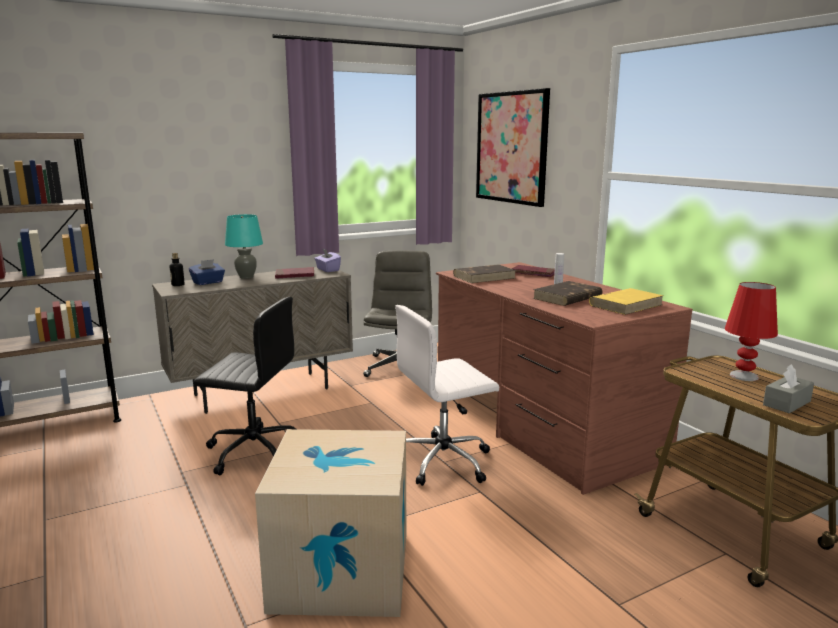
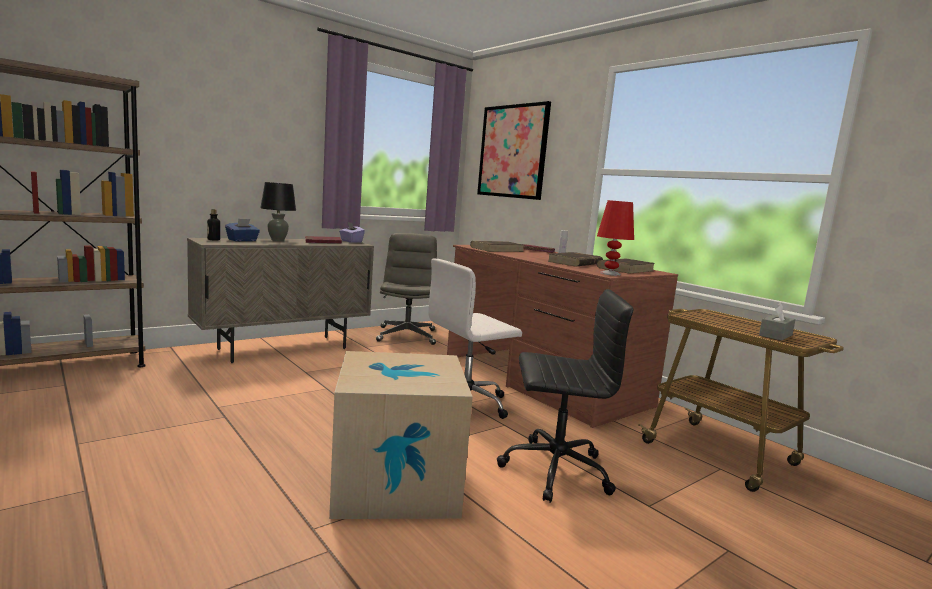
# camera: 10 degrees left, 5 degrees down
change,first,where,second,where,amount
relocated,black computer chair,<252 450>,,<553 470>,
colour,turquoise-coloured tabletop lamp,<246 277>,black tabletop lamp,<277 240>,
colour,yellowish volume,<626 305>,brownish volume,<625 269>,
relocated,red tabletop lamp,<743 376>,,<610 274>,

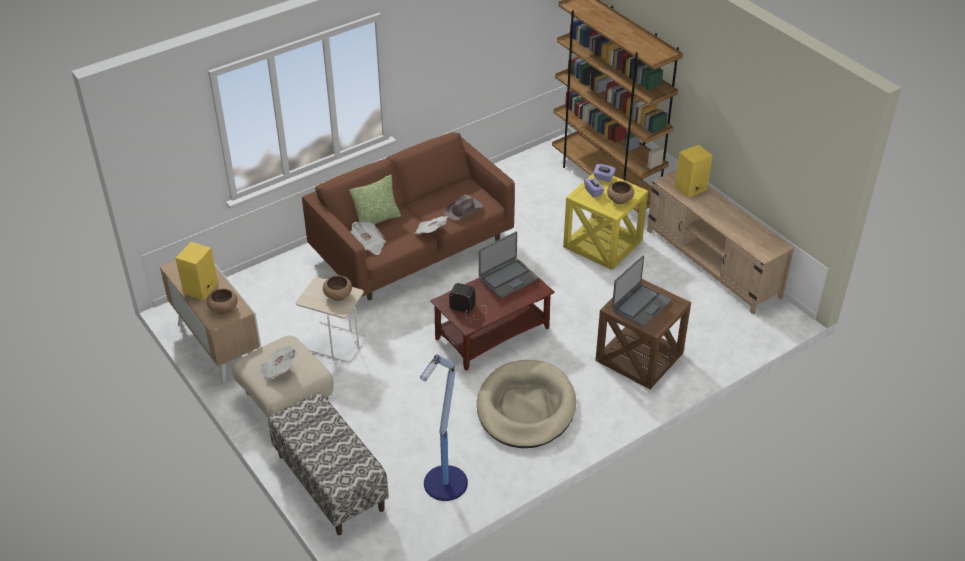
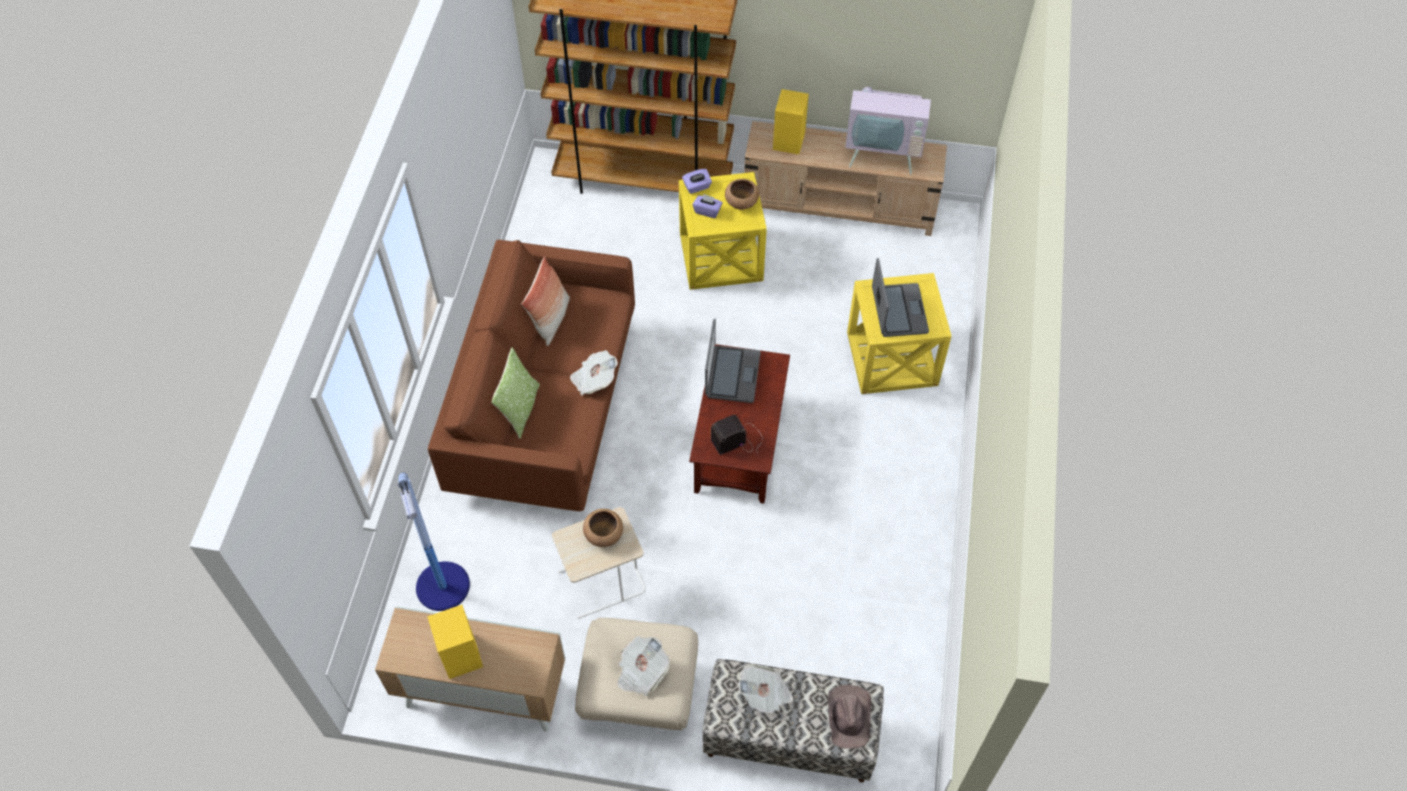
# camera: 45 degrees left, 15 degrees up
change,first,where,second,where,amount
missing,brownish bowl,<223 308>,,,
relocated,printed paper,<368 245>,,<765 694>,
relocated,standard lamp,<445 484>,,<443 588>,
relocated,brownish clothing hat,<464 210>,,<849 716>,
missing,sand-coloured dog bed,<526 408>,,,
colour,brownish accent table,<639 357>,yellowish accent table,<892 358>,
appeared,,,pillow,<551 320>,
appeared,,,TV,<882 156>,

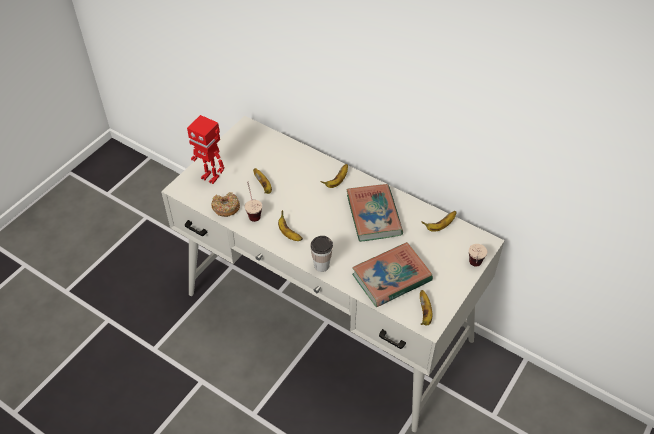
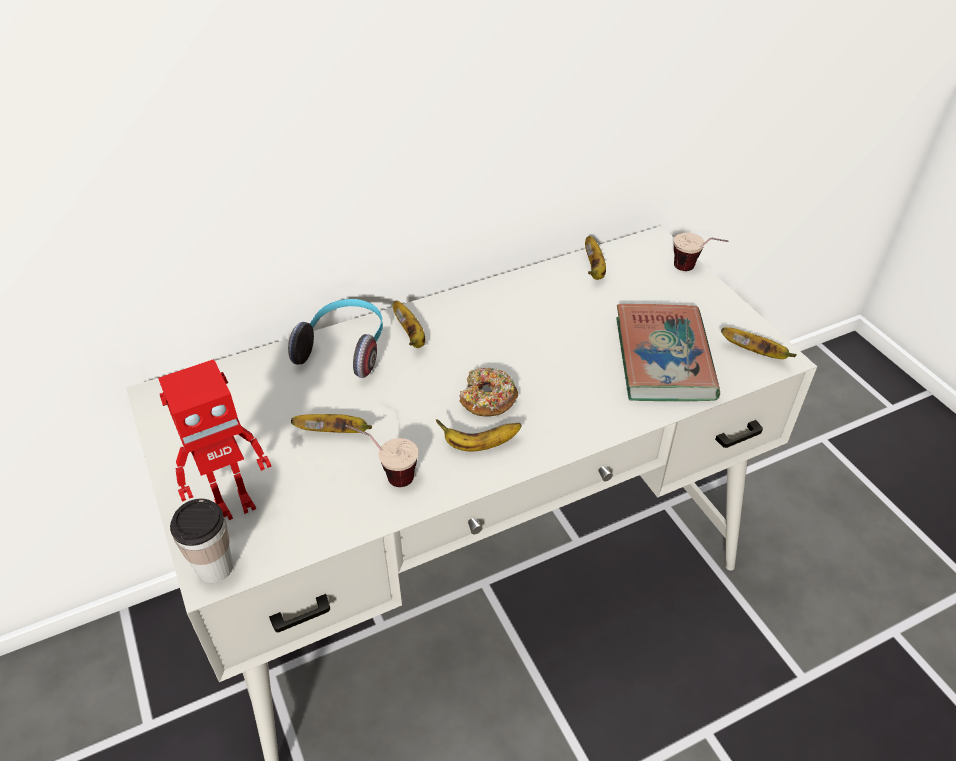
# camera: 60 degrees left, 5 degrees down
change,first,where,second,where,amount
relocated,ring doughnut,<226 208>,,<487 399>,
relocated,drinking cup,<321 265>,,<215 567>,
missing,volume,<373 215>,,,
appeared,,,headset,<345 348>,

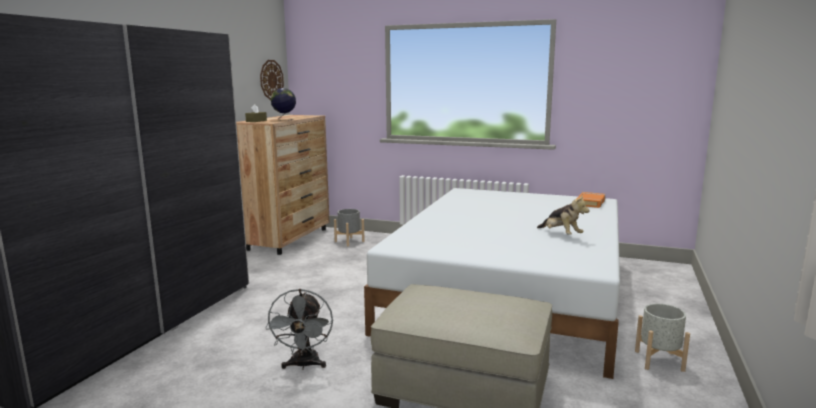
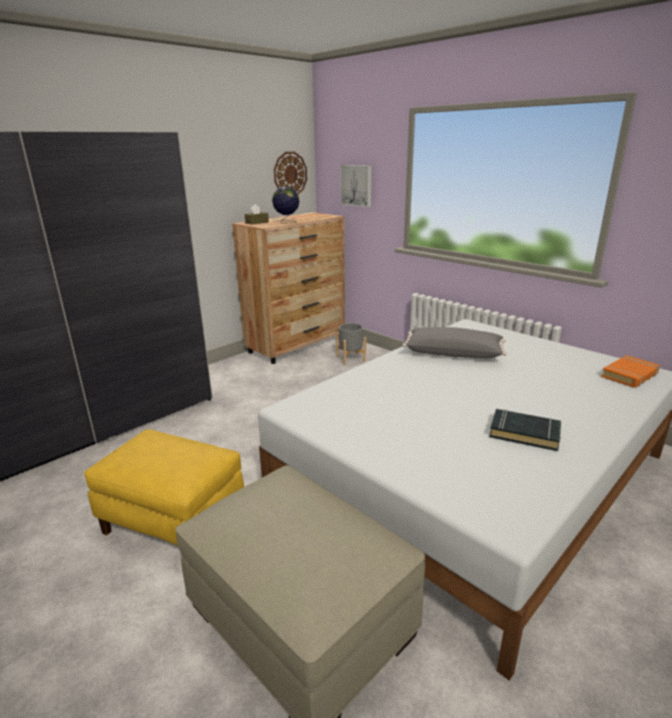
# camera: 25 degrees right, 10 degrees up
change,first,where,second,where,amount
exchanged,grey fan,<304 365>,yellowish footrest,<175 520>,
exchanged,plush toy,<561 234>,black volume,<524 433>,
missing,grey flower pot,<659 360>,,,
appeared,,,wall picture,<356 185>,
appeared,,,grey pillow,<453 353>,

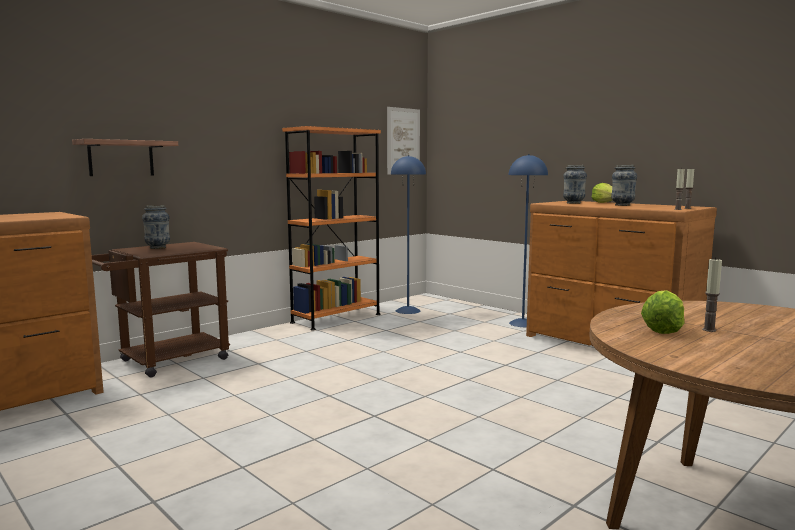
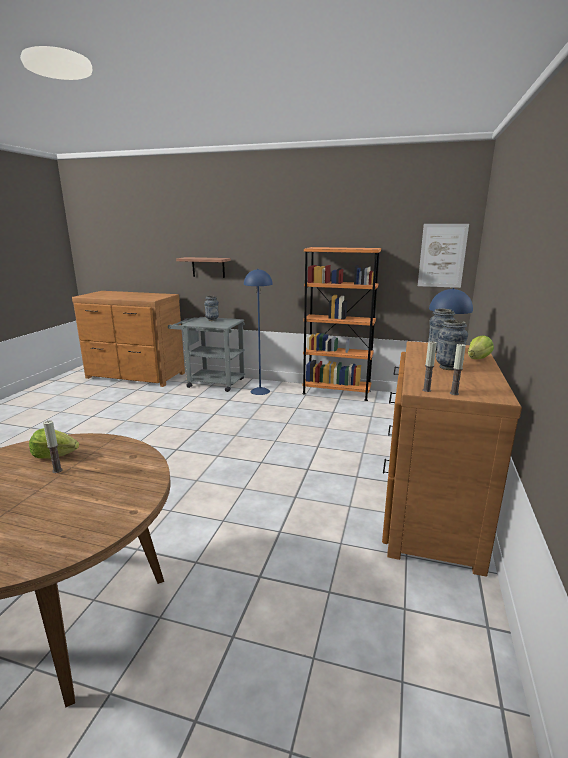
# camera: 60 degrees right, 10 degrees up
change,first,where,second,where,amount
colour,brownish trolley,<165 362>,grey trolley,<211 382>,
relocated,bluish standard lamp,<408 310>,,<260 391>,

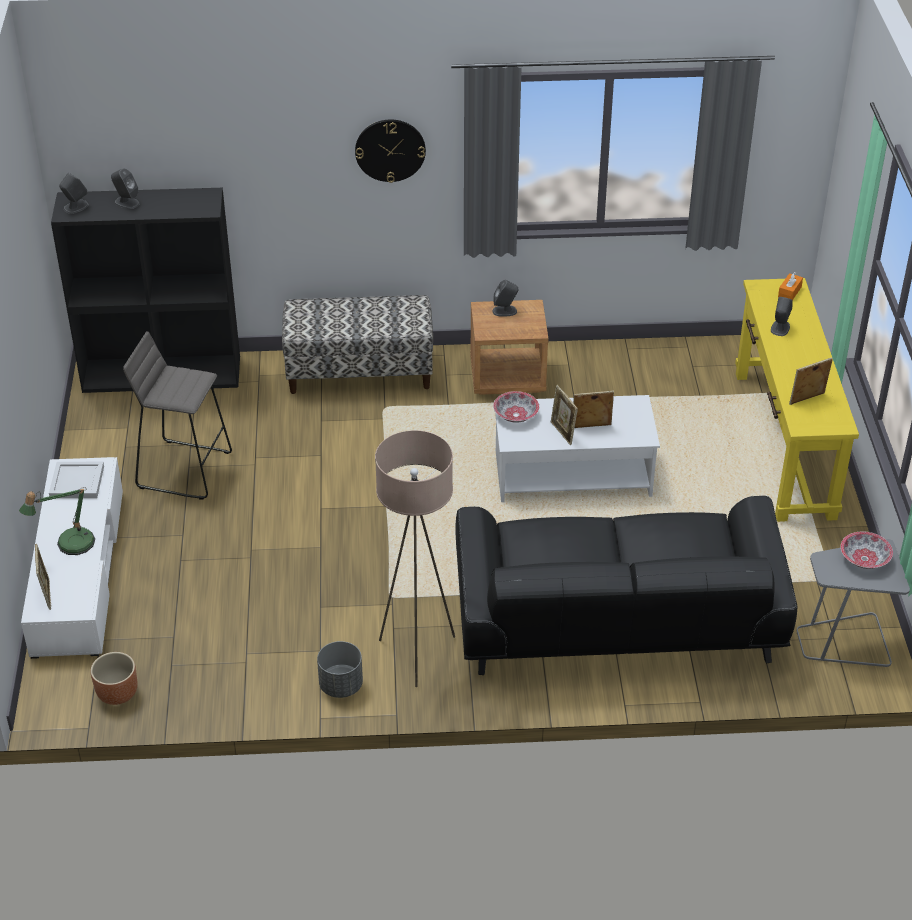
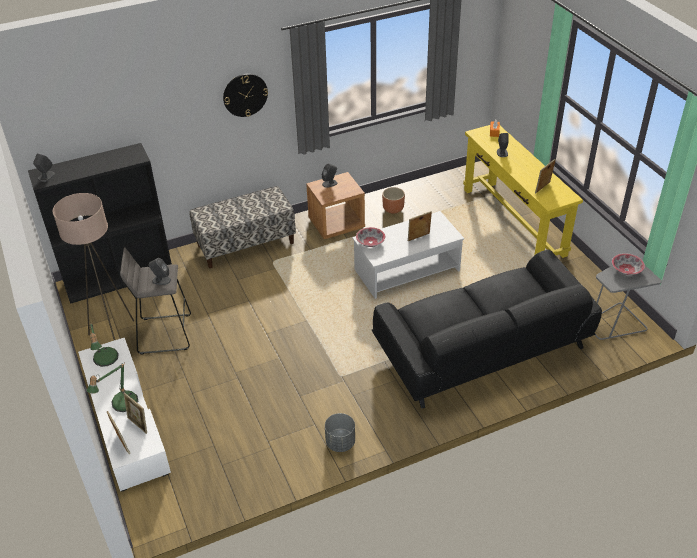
# camera: 20 degrees left, 0 degrees up
change,first,where,second,where,amount
exchanged,white carrying tray,<78 481>,tabletop lamp,<105 361>,
relocated,brownish flower pot,<118 693>,,<393 209>,
relocated,grey audio speaker,<126 202>,,<161 280>,
relocated,sand-coloured standard lamp,<417 654>,,<114 336>,
relocated,standing frame,<562 433>,,<138 424>,

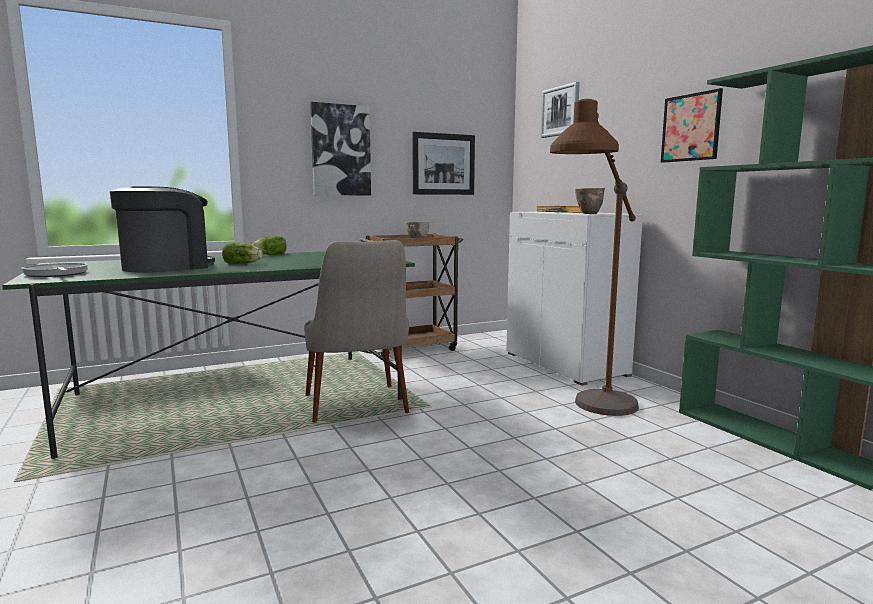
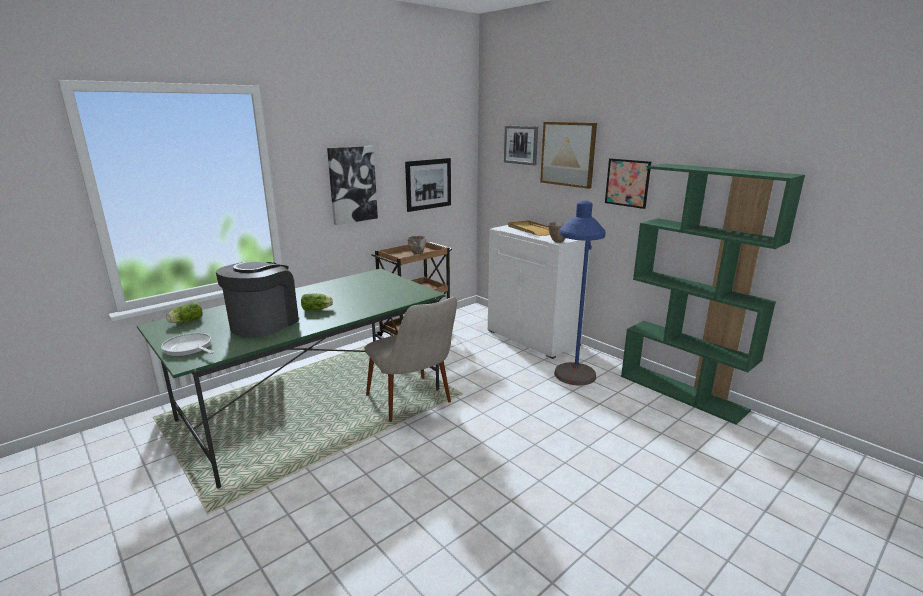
# camera: 15 degrees left, 10 degrees up
change,first,where,second,where,amount
relocated,head of lettuce,<269 254>,,<185 322>,
colour,brownish standard lamp,<592 418>,bluish standard lamp,<571 389>,
appeared,,,wall picture,<568 154>,

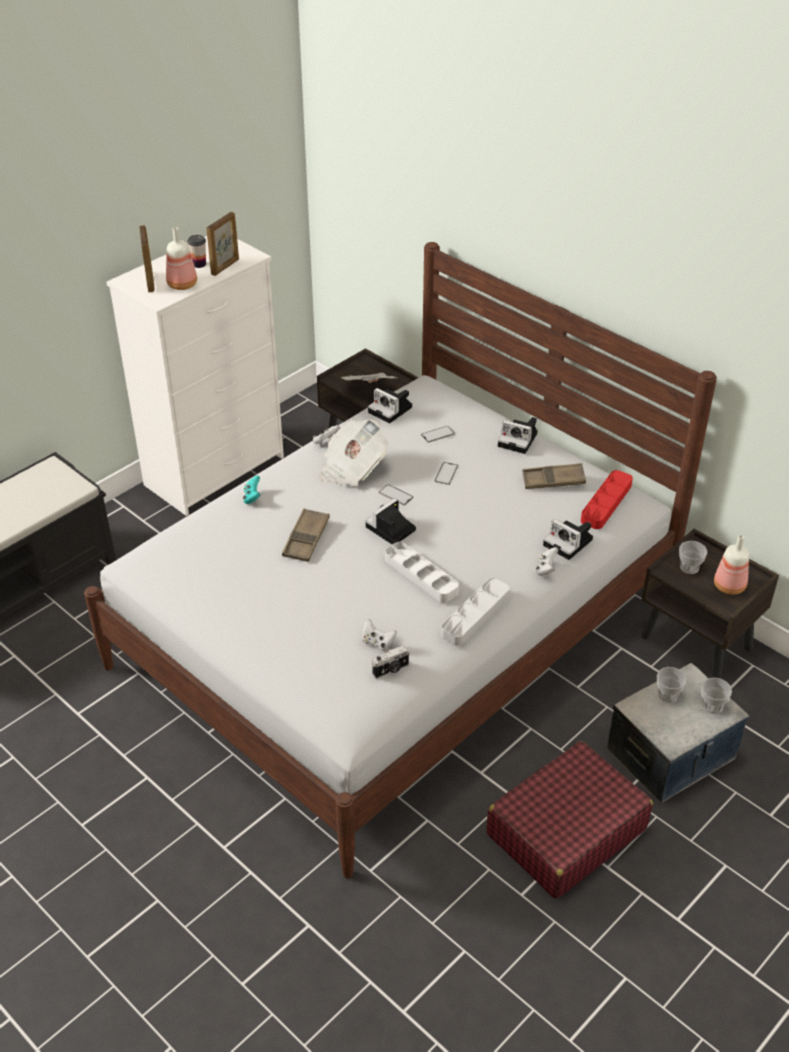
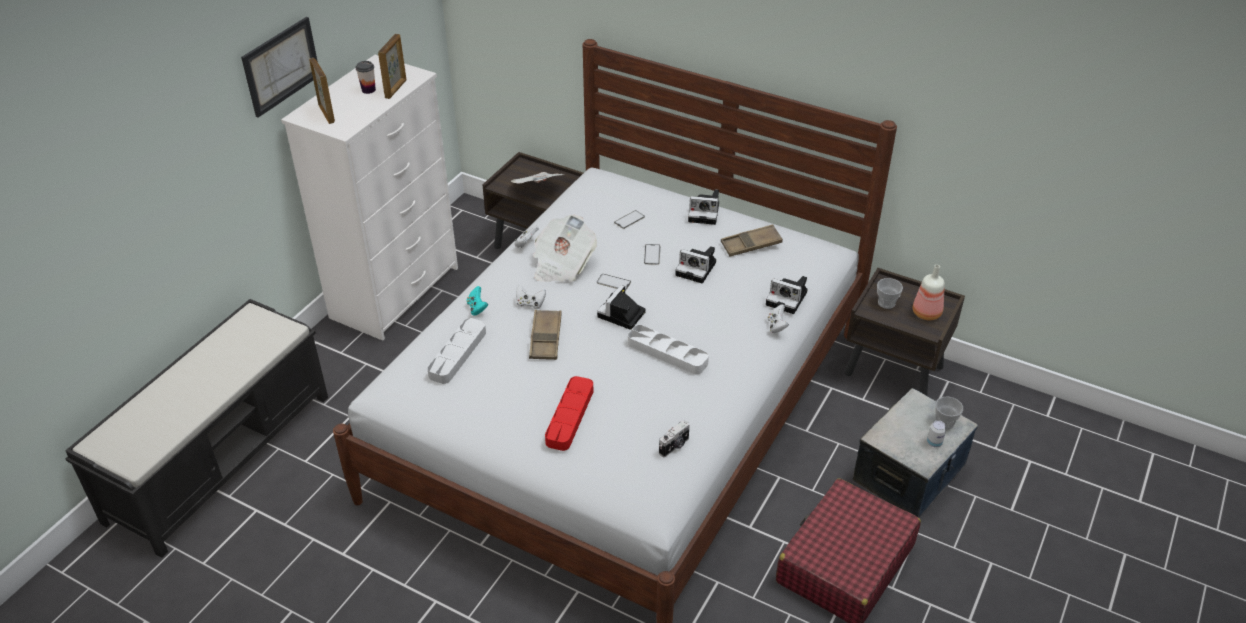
# camera: 15 degrees left, 0 degrees up
change,first,where,second,where,amount
missing,beverage bottle,<181 284>,,,
relocated,white gamepad,<378 642>,,<530 304>,
relocated,photo camera,<392 410>,,<697 269>,
relocated,grey carrying tray,<475 615>,,<457 354>,
relocated,red carrying tray,<606 503>,,<570 416>,
missing,drinking cup,<667 695>,,,
appeared,,,wall picture,<281 66>,
appeared,,,sealed can,<934 443>,

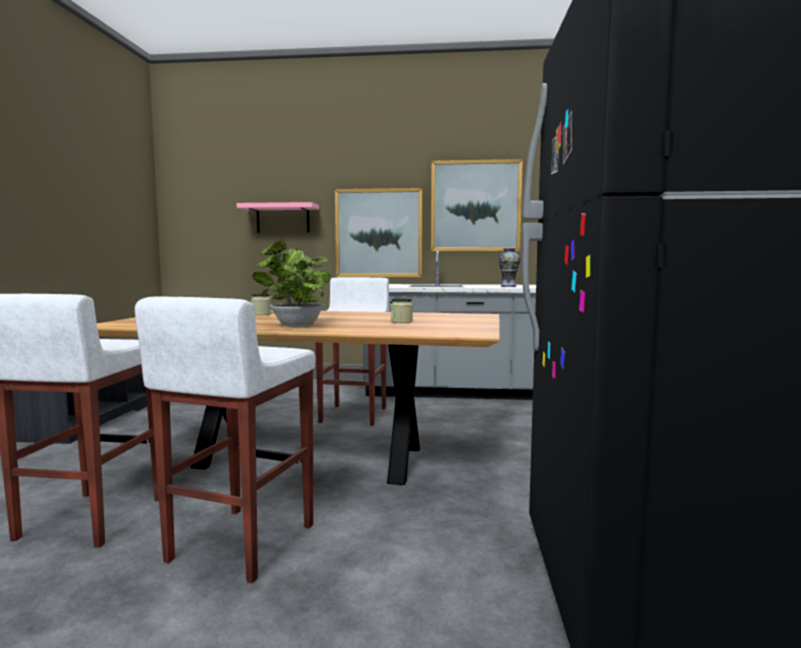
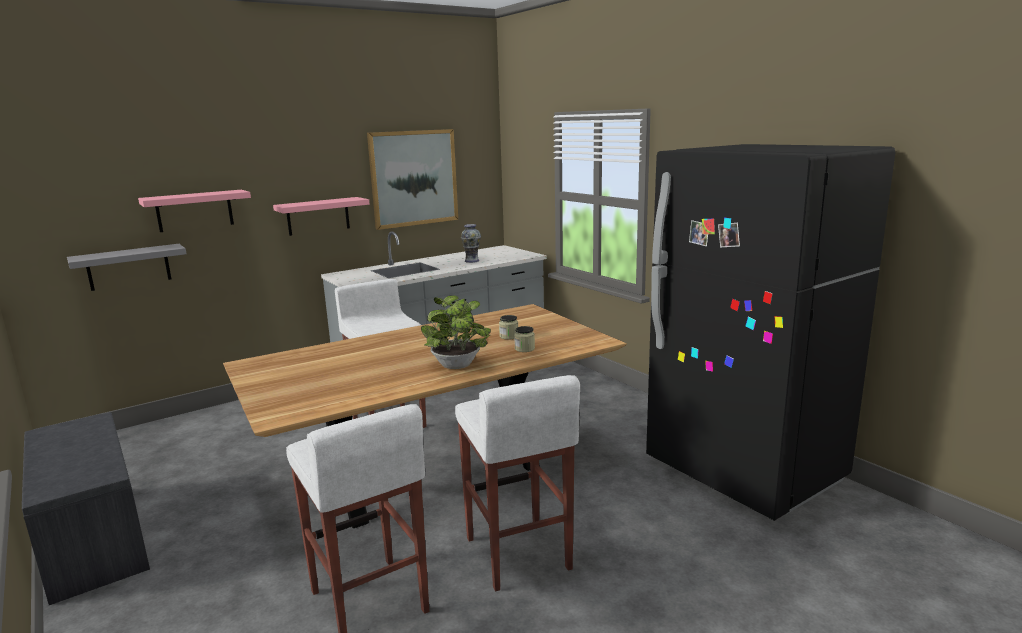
# camera: 40 degrees left, 10 degrees up
change,first,where,second,where,amount
relocated,jar,<261 314>,,<524 349>,
exchanged,wall picture,<378 233>,pink-coloured bracket shelf,<318 216>,
appeared,,,grey bracket shelf,<128 267>,

